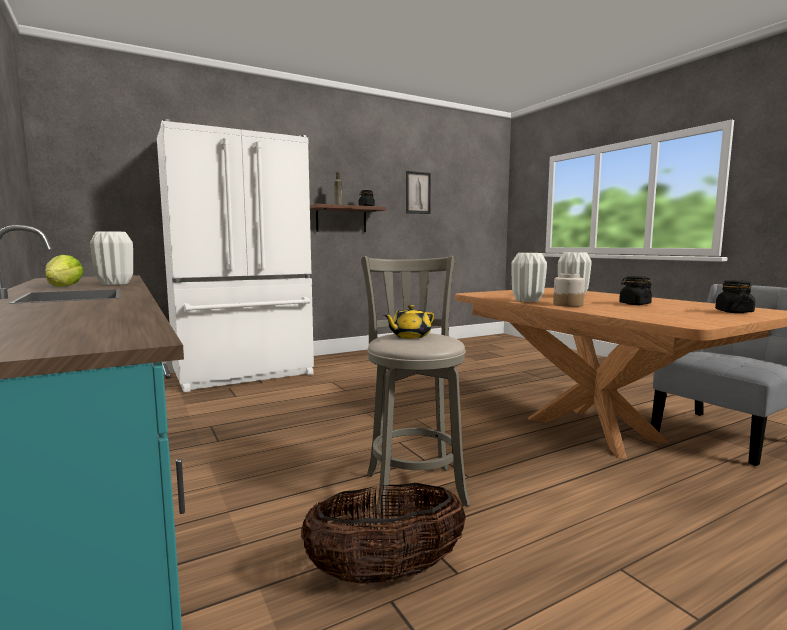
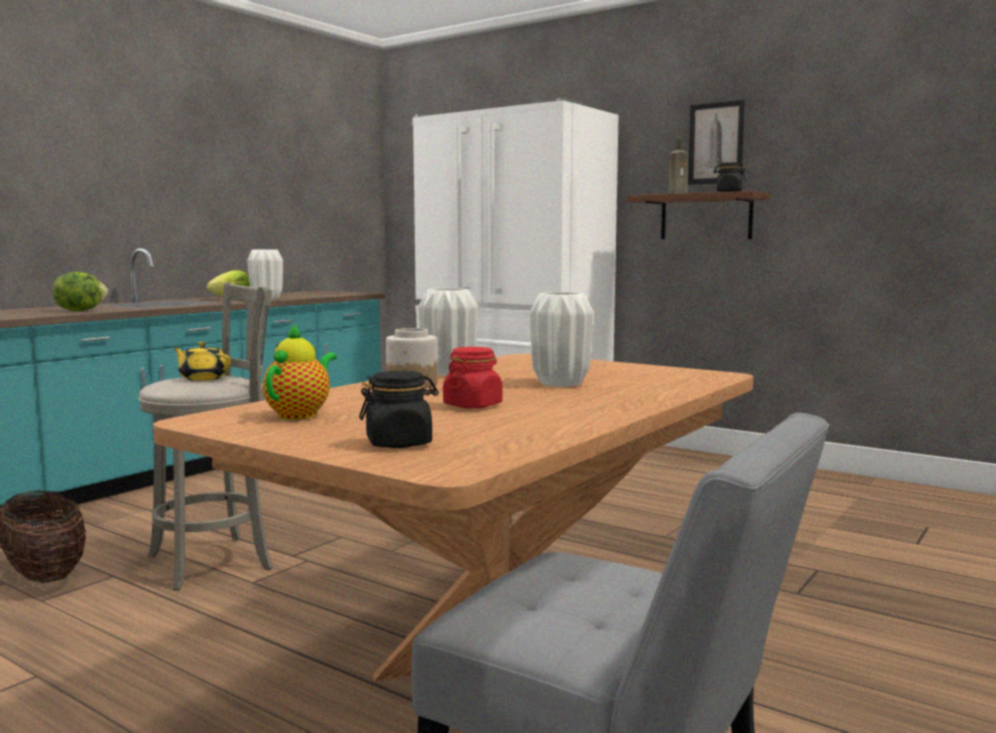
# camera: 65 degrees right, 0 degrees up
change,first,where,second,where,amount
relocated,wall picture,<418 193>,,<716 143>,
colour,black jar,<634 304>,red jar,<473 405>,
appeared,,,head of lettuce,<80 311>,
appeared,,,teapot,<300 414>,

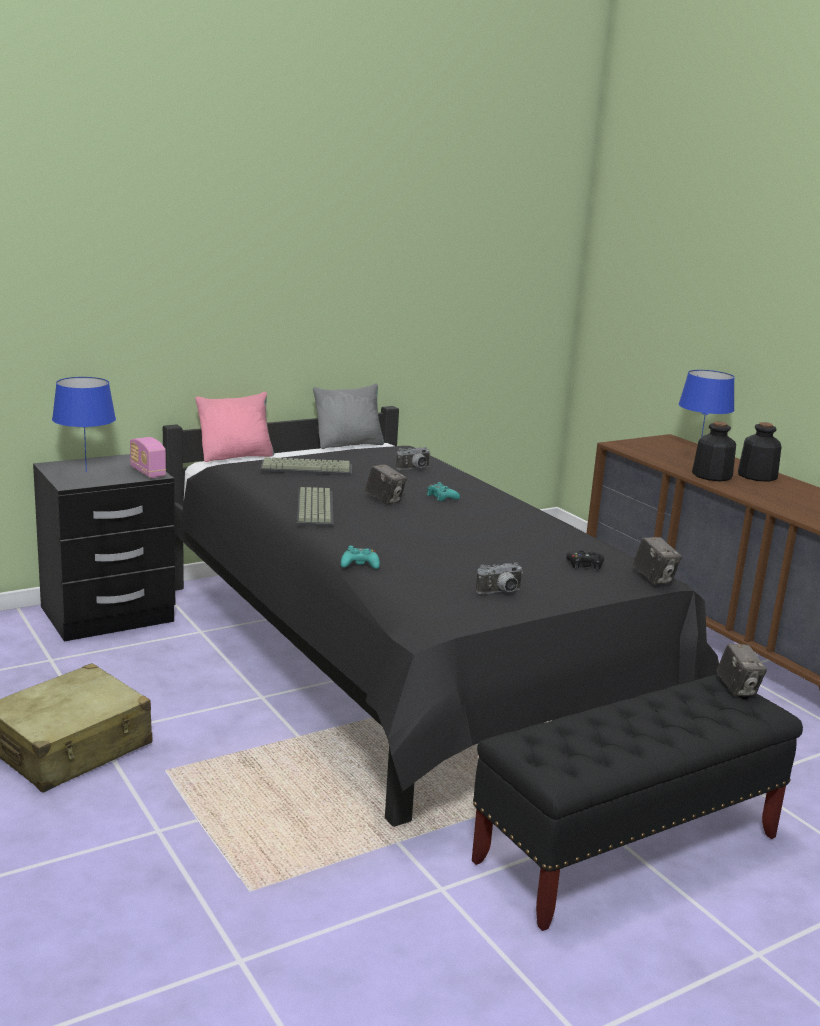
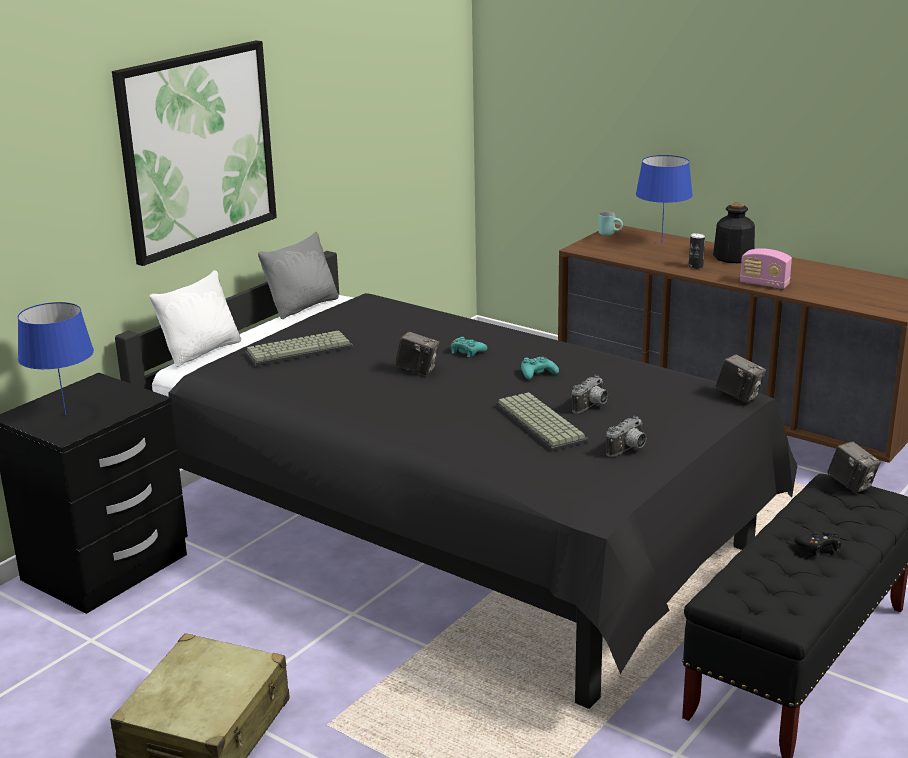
# camera: 20 degrees left, 5 degrees up
change,first,where,second,where,amount
relocated,radio receiver,<147 472>,,<764 284>,
colour,pink-coloured pillow,<236 456>,white pillow,<201 351>,
relocated,keyboard,<313 508>,,<538 423>,
relocated,turquoise-coloured gamepad,<360 564>,,<537 373>,
relocated,photo camera,<414 469>,,<592 406>,
relocated,black gamepad,<585 565>,,<819 547>,
exchanged,beverage bottle,<711 475>,sealed can,<696 266>,
appeared,,,wall picture,<197 149>,
appeared,,,turquoise-coloured mug,<610 233>,

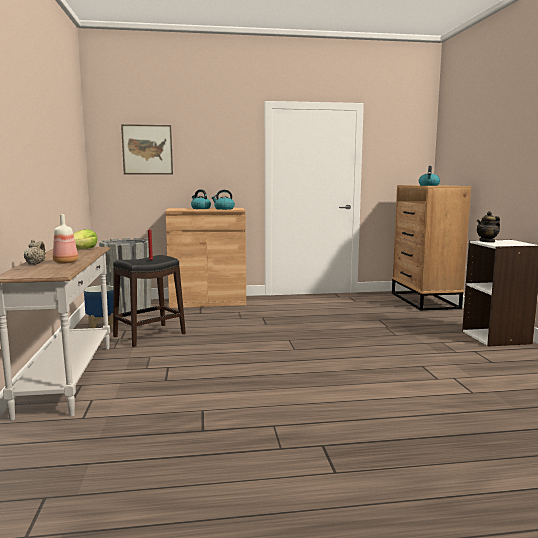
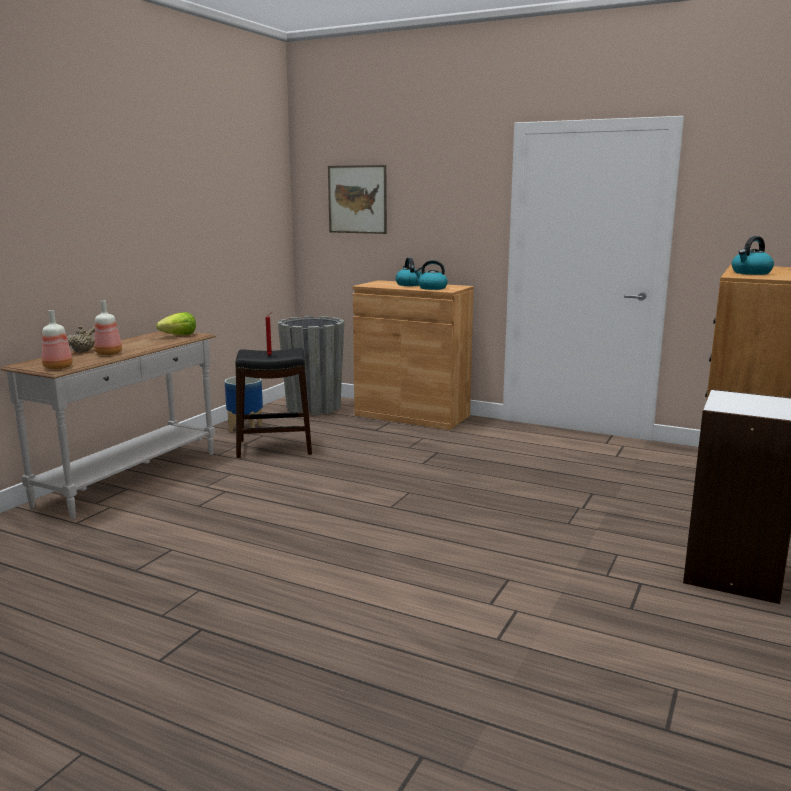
# camera: 35 degrees right, 5 degrees up
change,first,where,second,where,amount
missing,teapot,<487 241>,,,
appeared,,,beverage bottle,<57 367>,

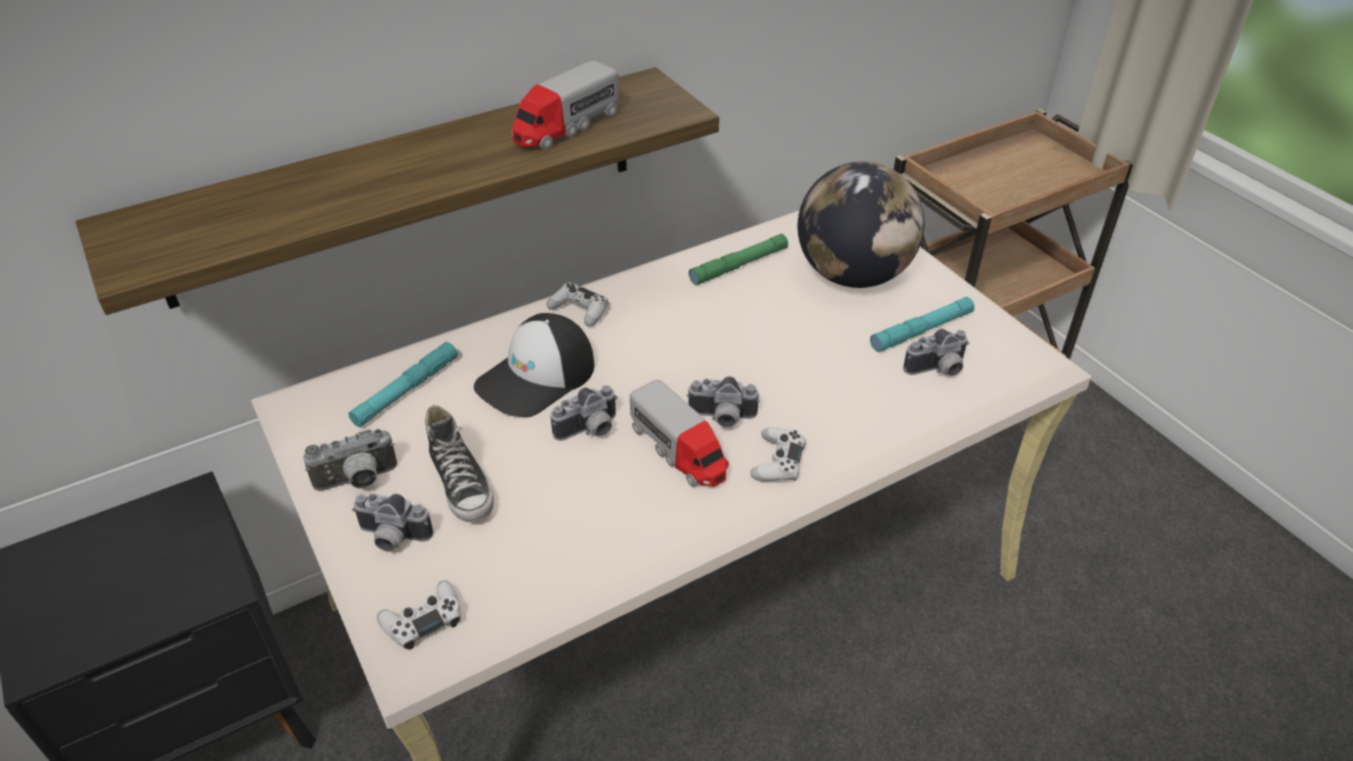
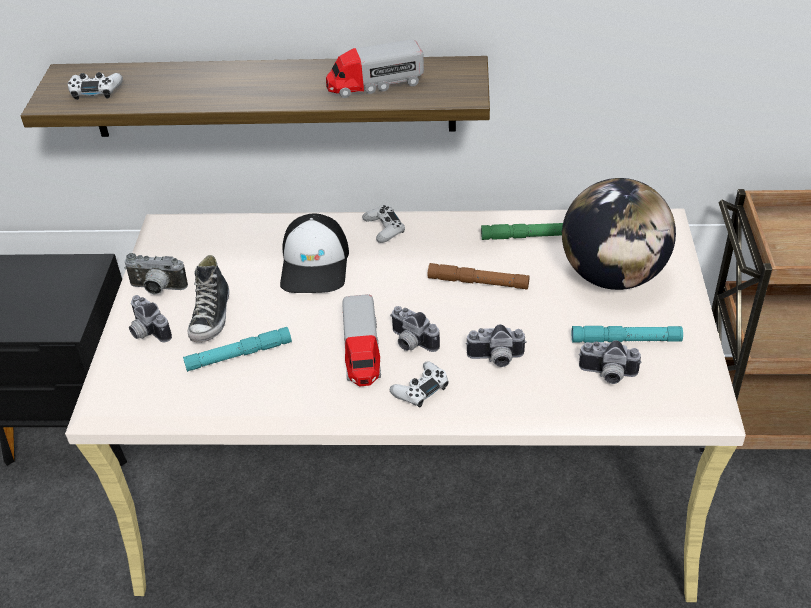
# camera: 35 degrees right, 0 degrees up
change,first,where,second,where,amount
relocated,turquoise-coloured hand torch,<406 390>,,<239 355>,
relocated,white gamepad,<423 621>,,<95 91>,
spun,baseball cap,<537 377>,,<315 265>,75 degrees counterclockwise
relocated,photo camera,<590 431>,,<496 359>,
appeared,,,brownish hand torch,<478 282>,

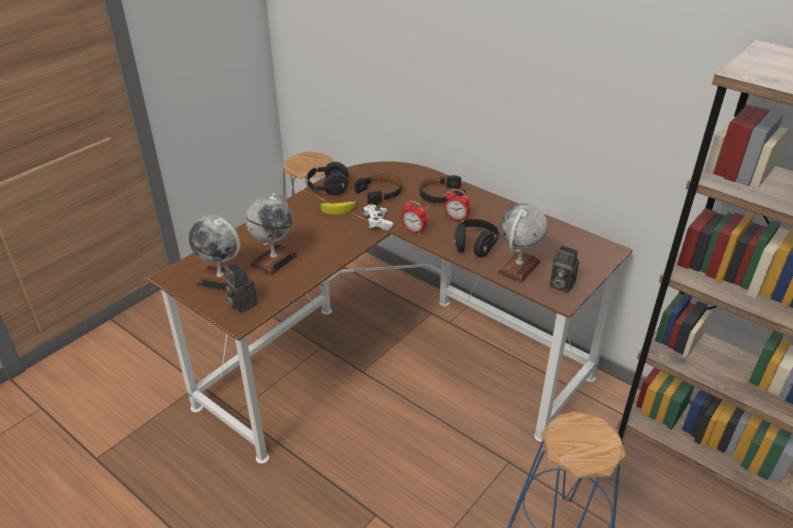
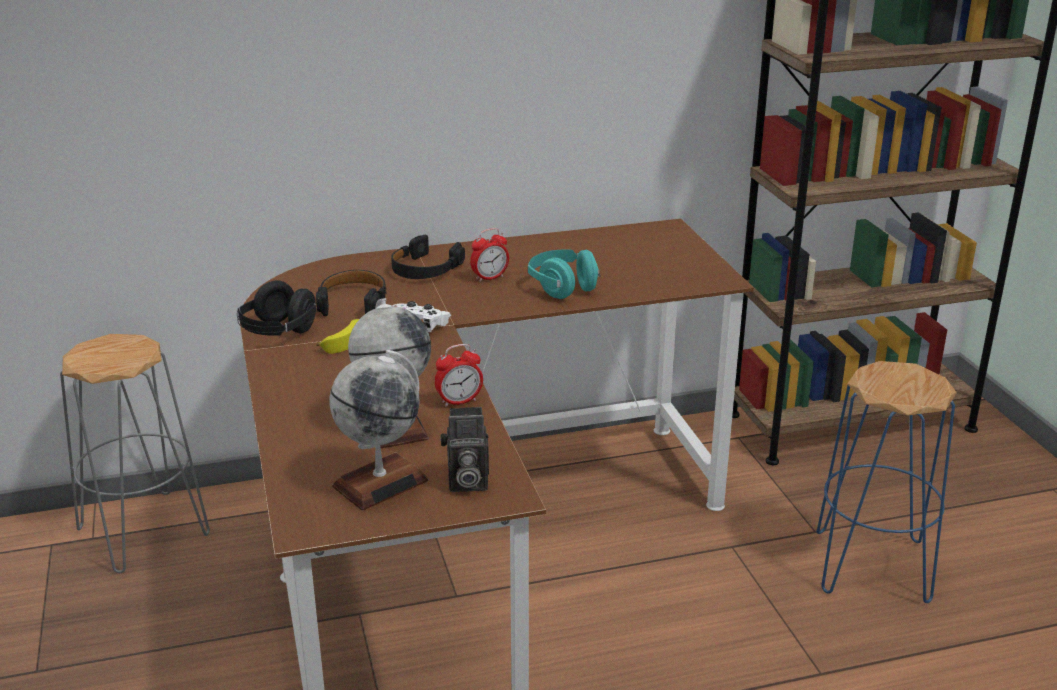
# camera: 55 degrees left, 10 degrees down
change,first,where,second,where,amount
relocated,table clock,<414 231>,,<459 401>,
colour,black headset,<475 246>,turquoise-coloured headset,<562 288>,
missing,desk globe,<518 267>,,,
missing,photo camera,<560 285>,,,

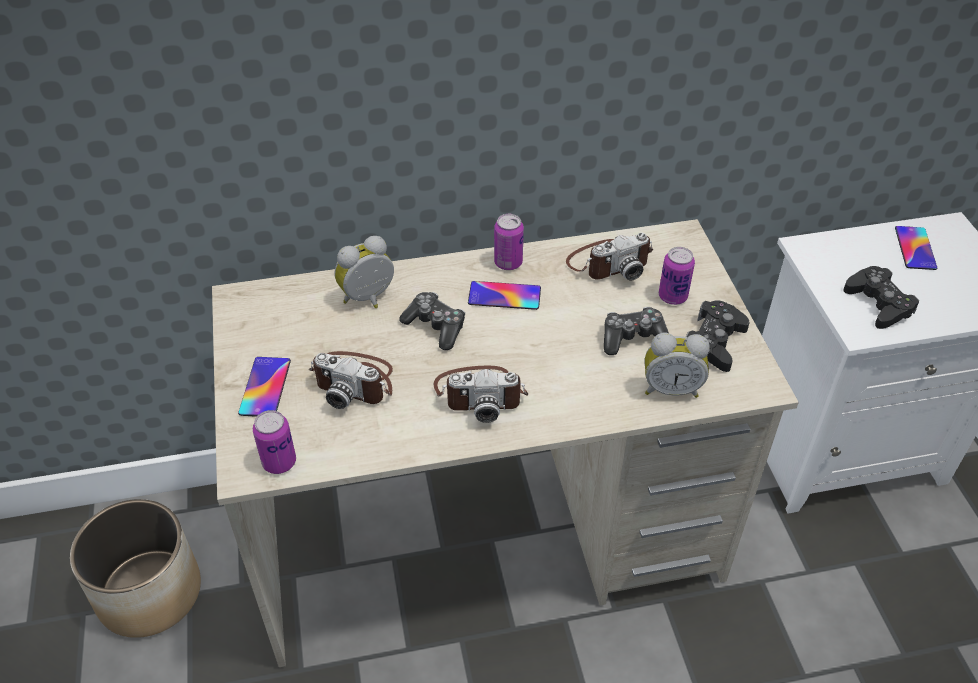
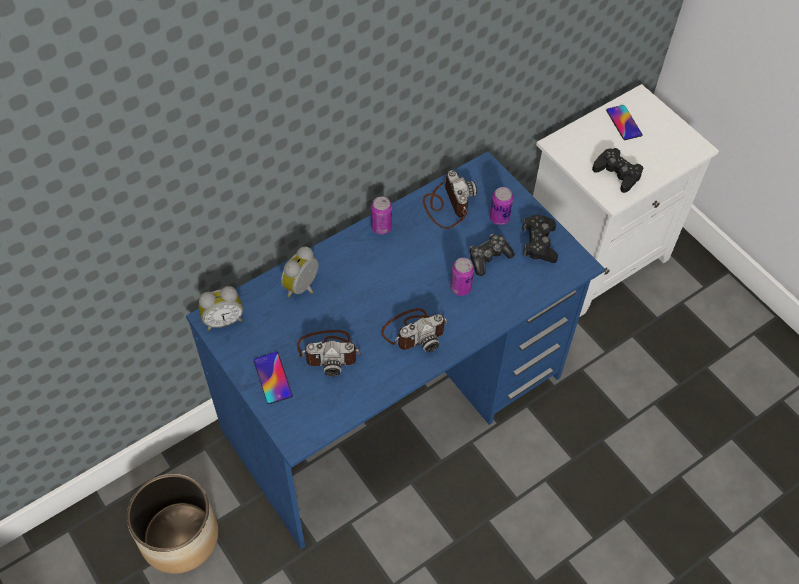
# camera: 25 degrees left, 10 degrees up
change,first,where,second,where,amount
colour,sand-coloured desk,<489 535>,bluish desk,<395 404>,
relocated,sealed can,<279 462>,,<460 288>,
missing,gamepad,<435 326>,,,
missing,handset,<504 296>,,,
spun,photo camera,<608 262>,,<447 205>,60 degrees counterclockwise
relocated,table clock,<671 388>,,<223 320>,

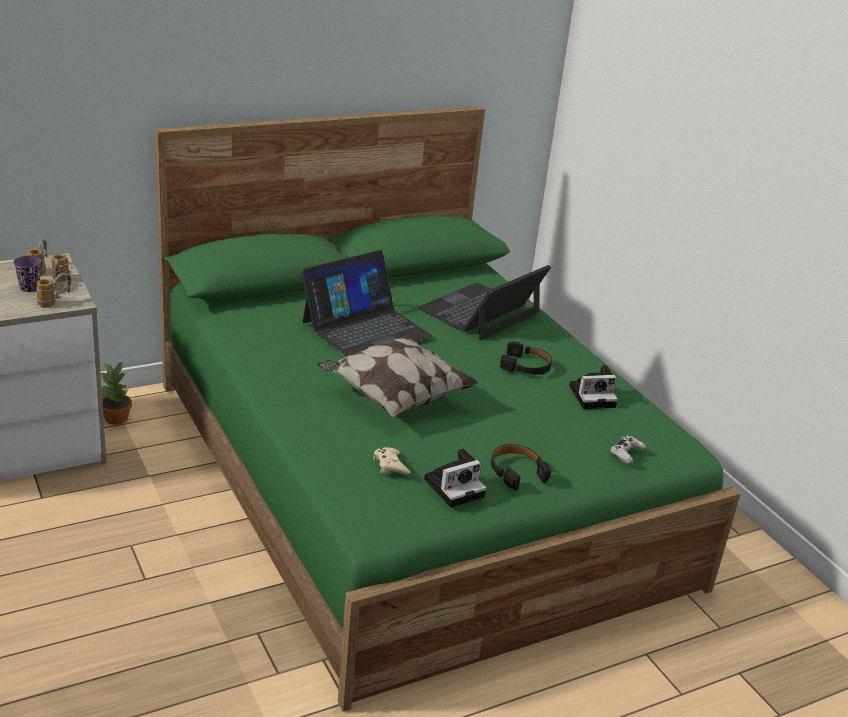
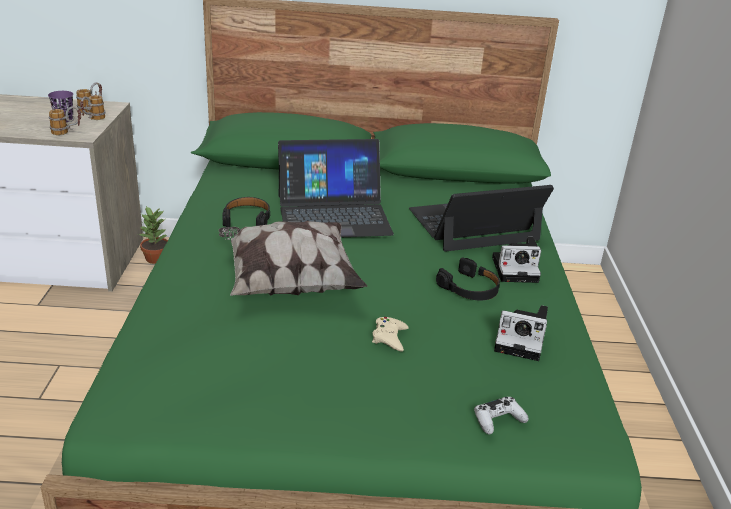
# camera: 30 degrees right, 0 degrees up
change,first,where,second,where,amount
relocated,sand-coloured gamepad,<390 465>,,<389 337>,
relocated,photo camera,<455 487>,,<517 269>,
relocated,black headset,<516 471>,,<247 219>,

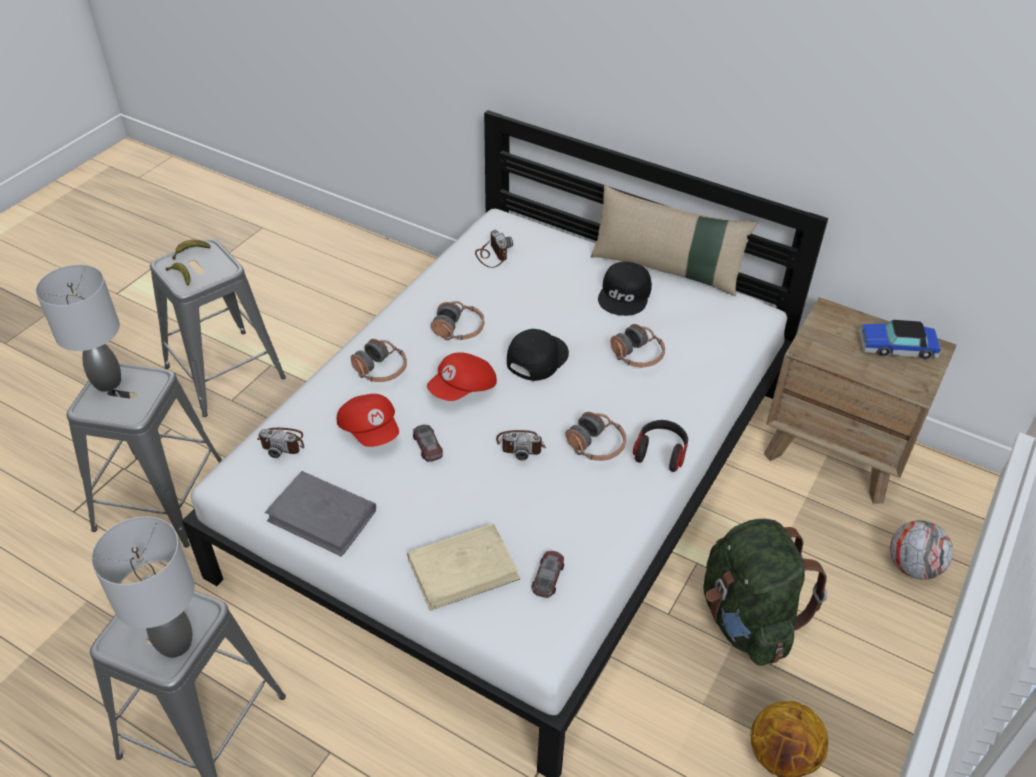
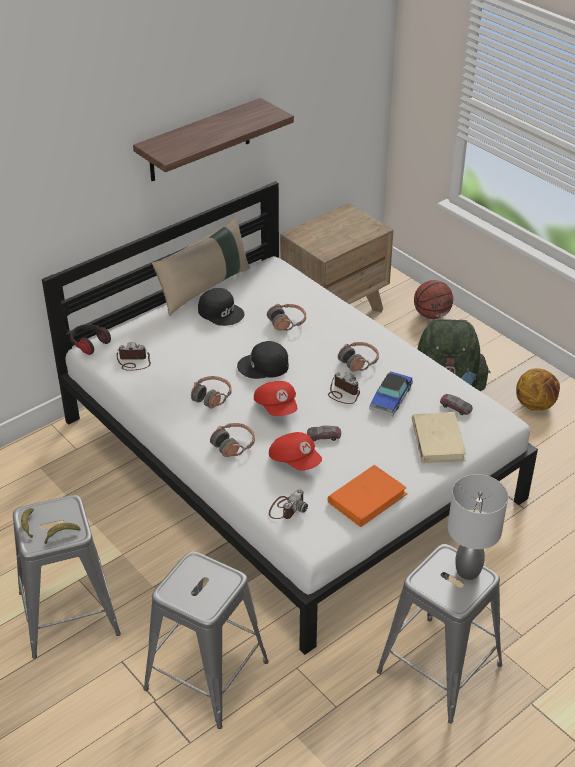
# camera: 70 degrees left, 5 degrees down
change,first,where,second,where,amount
missing,grey tabletop lamp,<108 382>,,,
colour,grey volume,<322 516>,orange-coloured volume,<367 498>,
spun,red baseball cap,<371 430>,,<295 460>,60 degrees clockwise
spun,photo camera,<521 445>,,<343 393>,75 degrees counterclockwise
spun,black baseball cap,<536 357>,,<264 366>,60 degrees counterclockwise
relocated,headset,<660 452>,,<89 344>,
relocated,toy car,<897 347>,,<391 398>,
exchanged,football ball,<913 566>,basketball,<432 315>,
appeared,,,bracket shelf,<200 141>,

